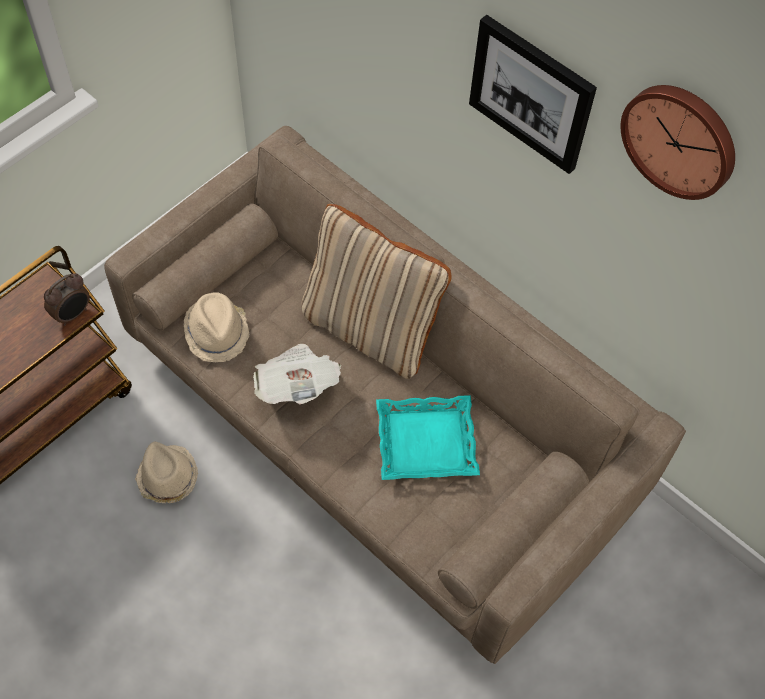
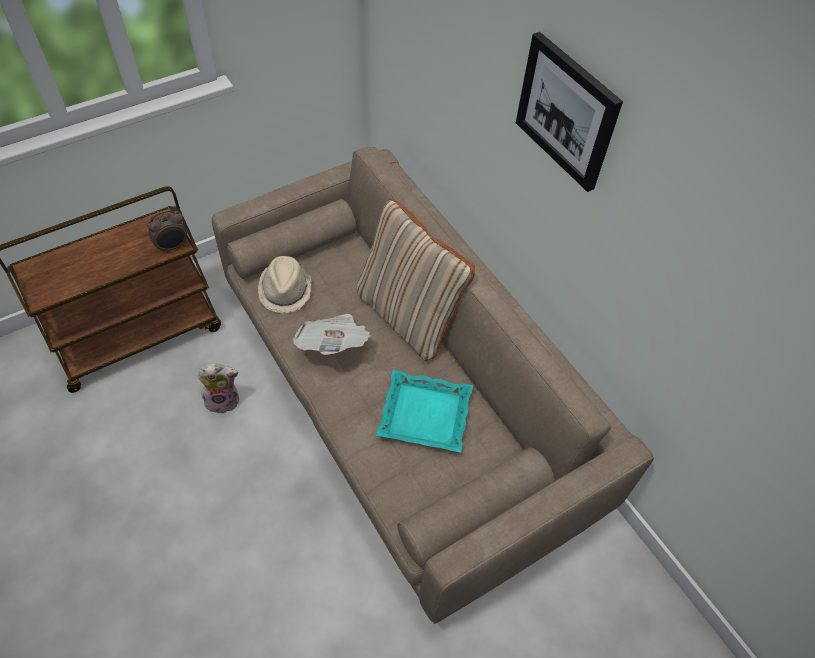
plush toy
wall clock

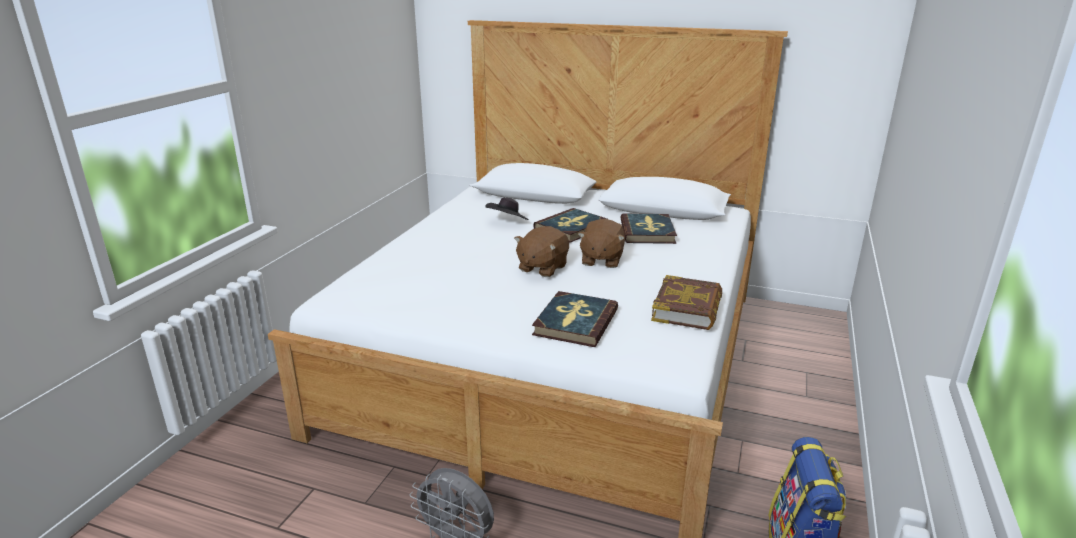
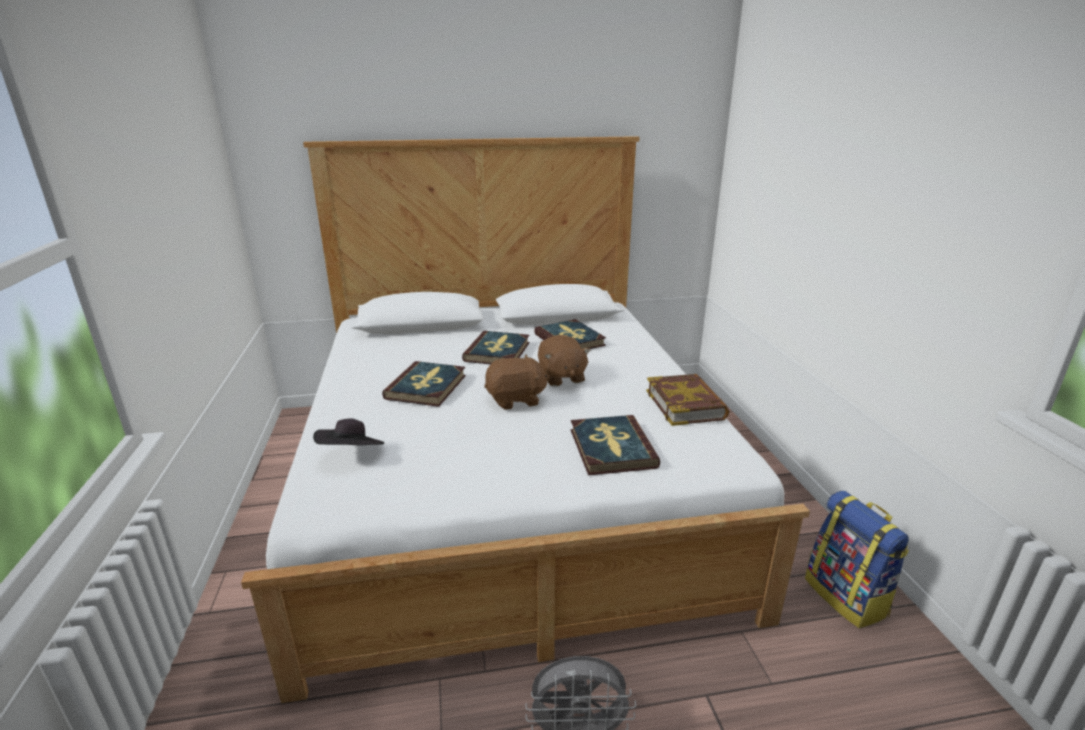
black hat
brown plush toy (1st from left)
book (1st from left)

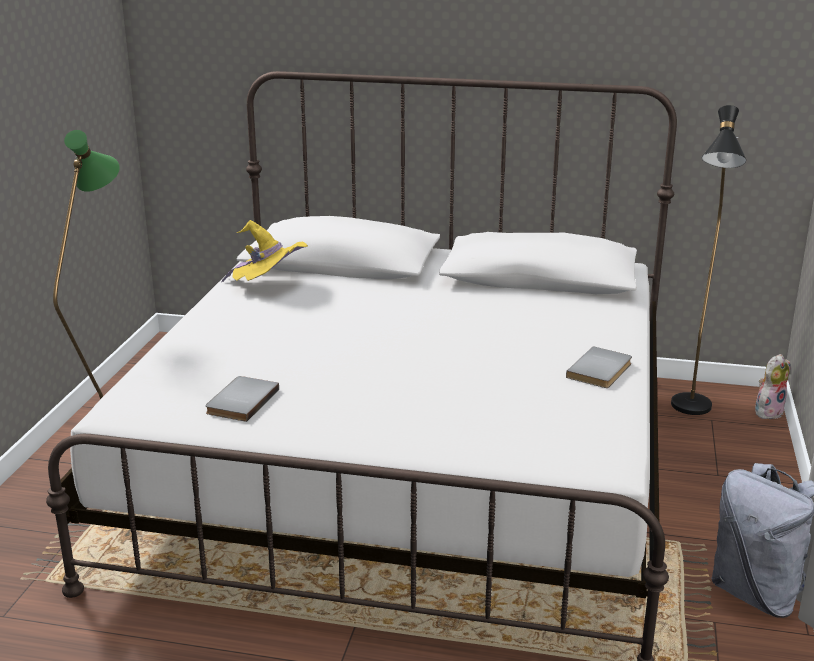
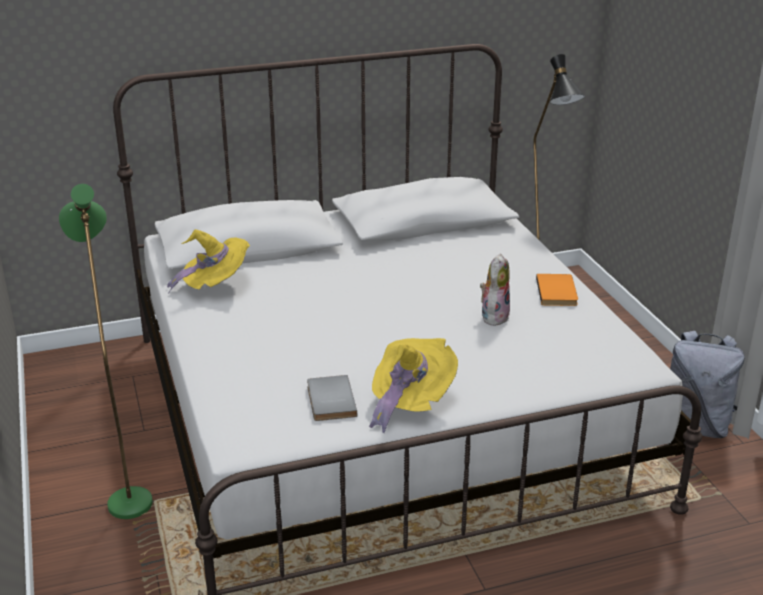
orange book
plush toy
yellow hat (2nd from left)

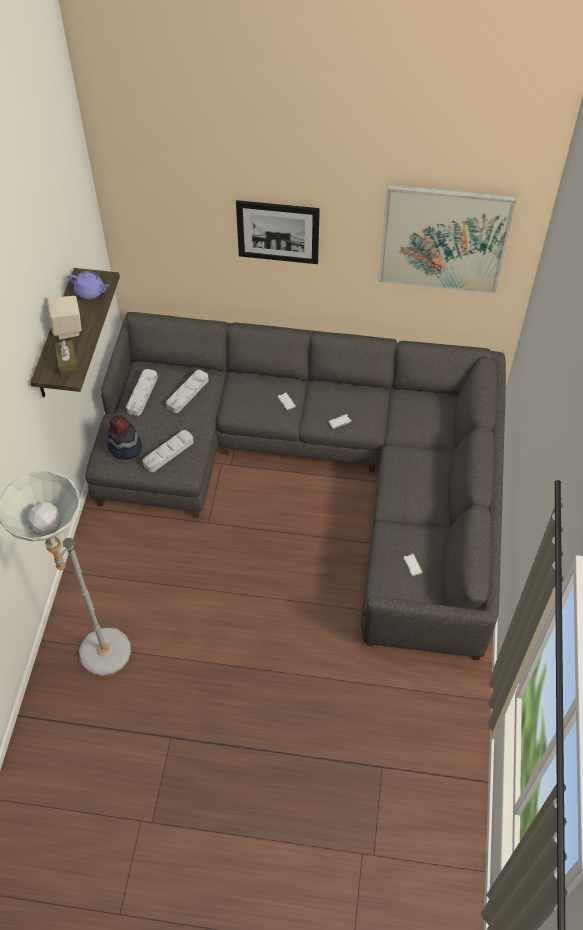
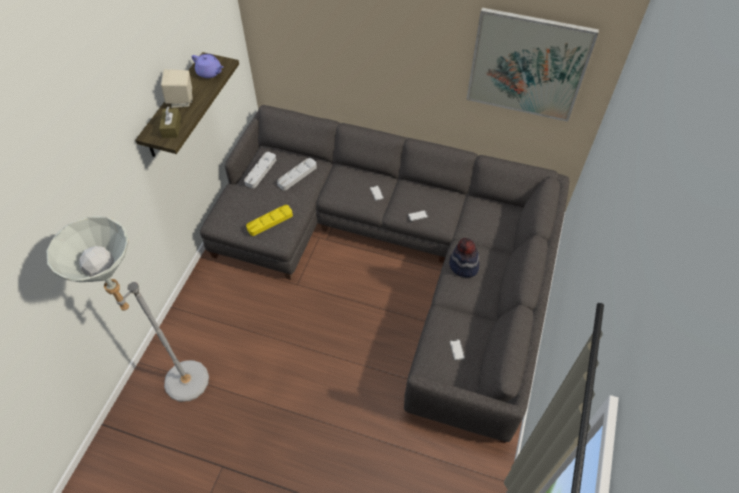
hat
yellow tray
picture (1st from left in the first image)

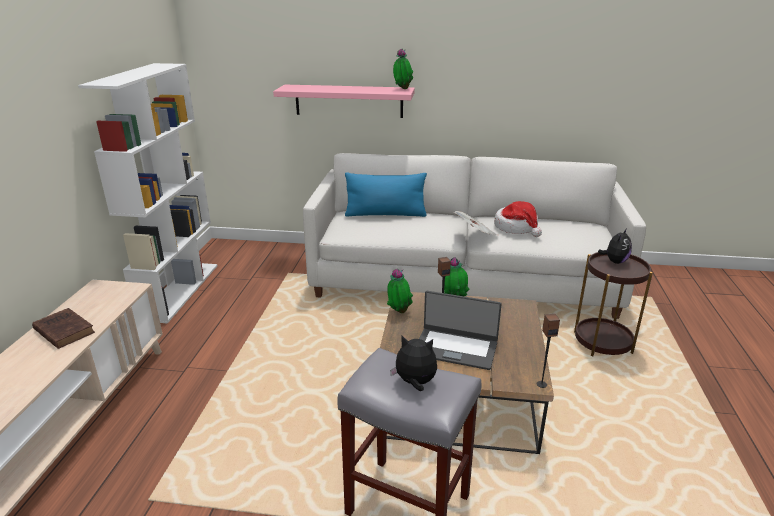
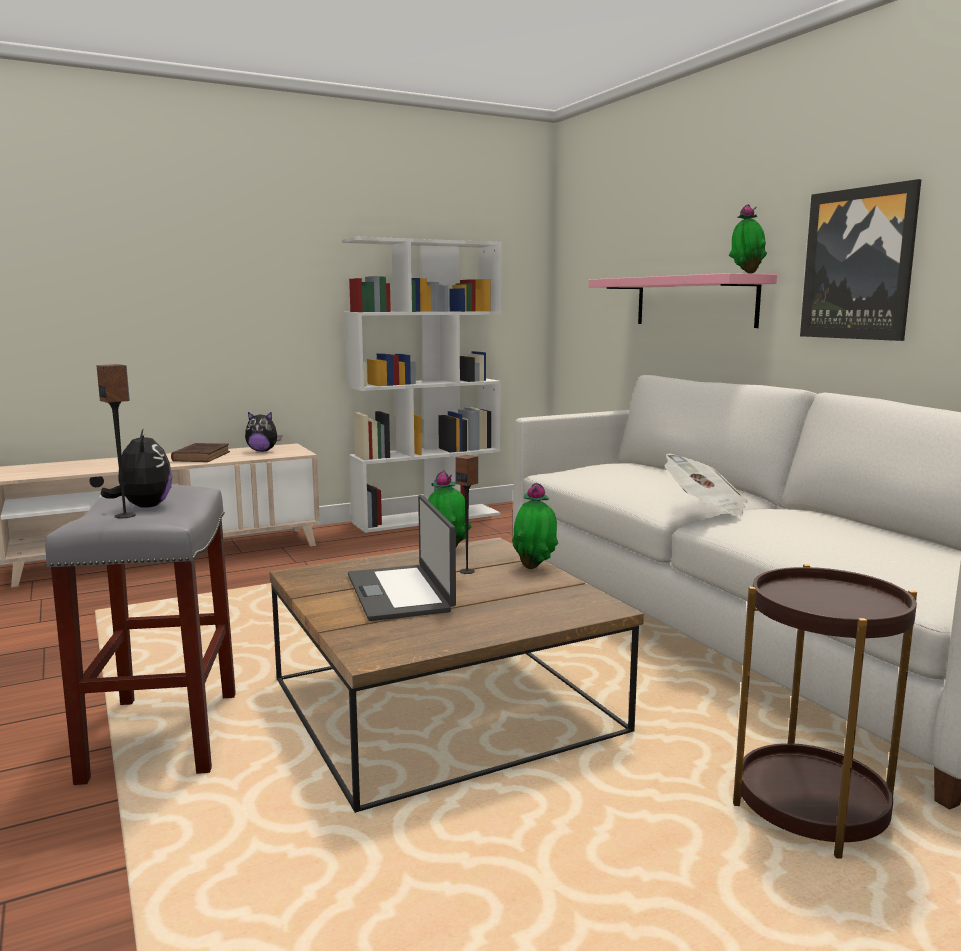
blue pillow
hat
speaker (1st from left)
plush toy (2nd from left)
picture

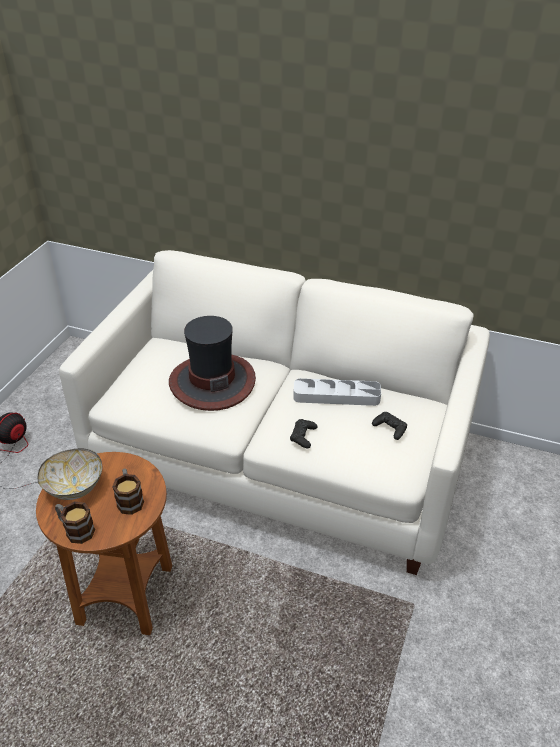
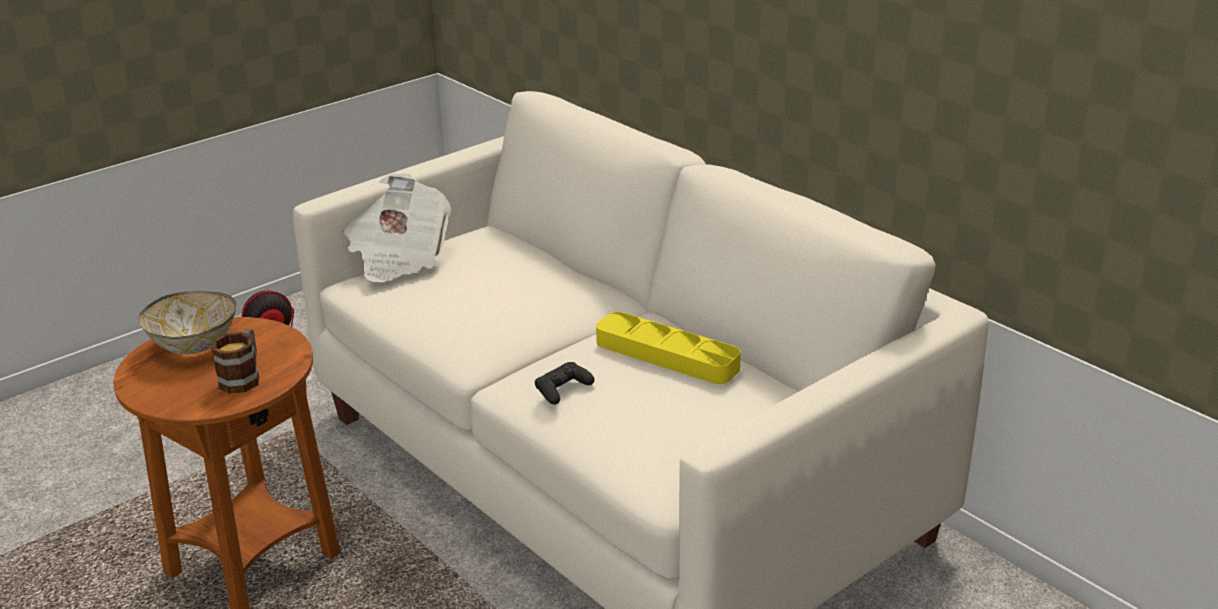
mug (1st from left in the first image)
hat
yellow tray
black game controller (2nd from left in the first image)
newspaper

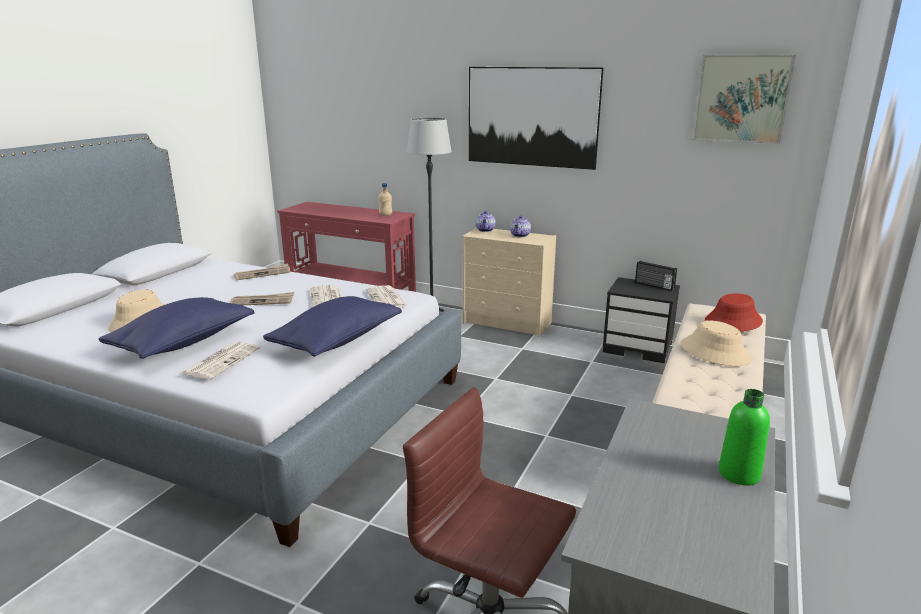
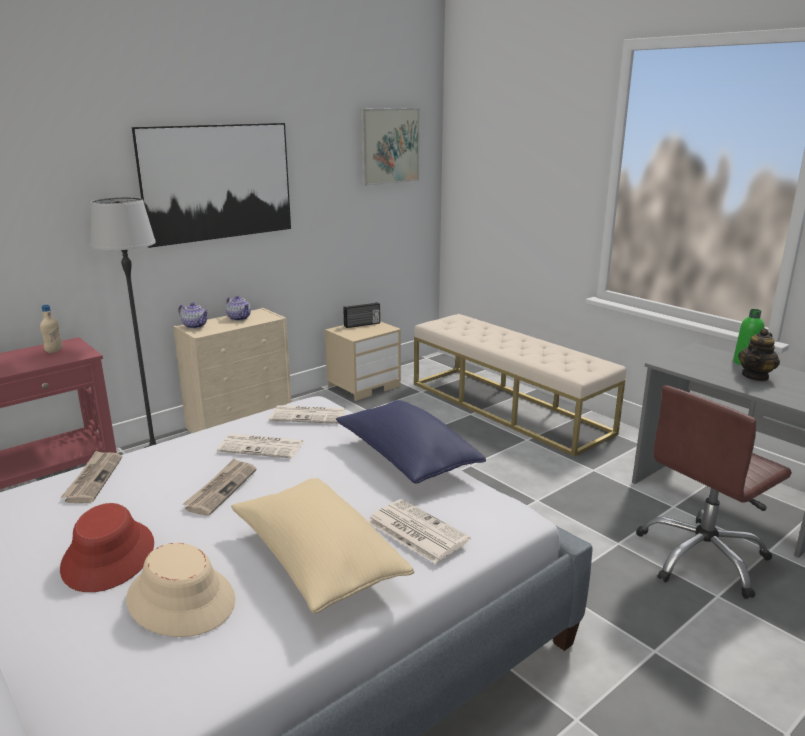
beige pillow
beige nightstand
beige hat (2nd from left in the first image)
red hat
teapot (3rd from left)

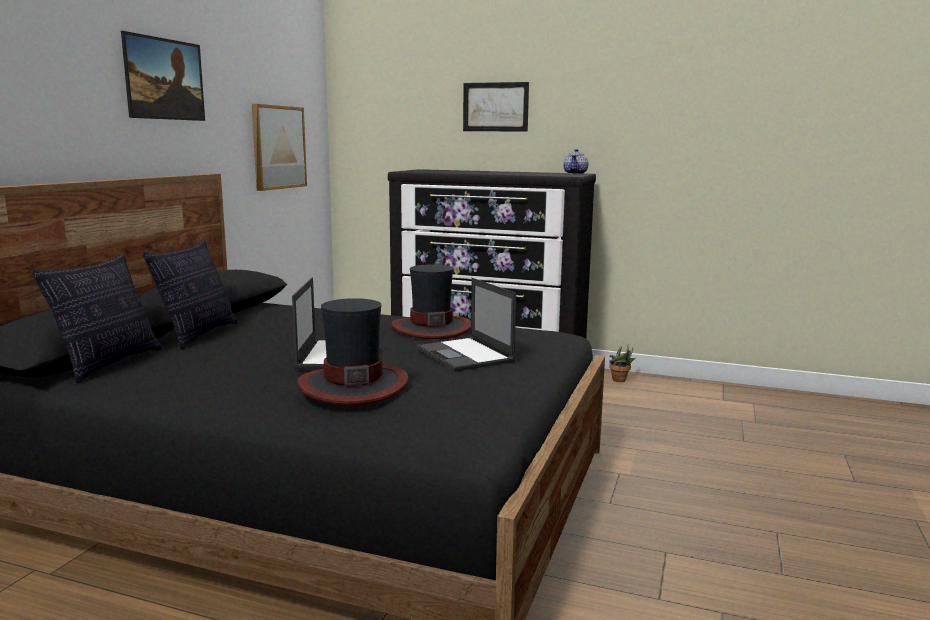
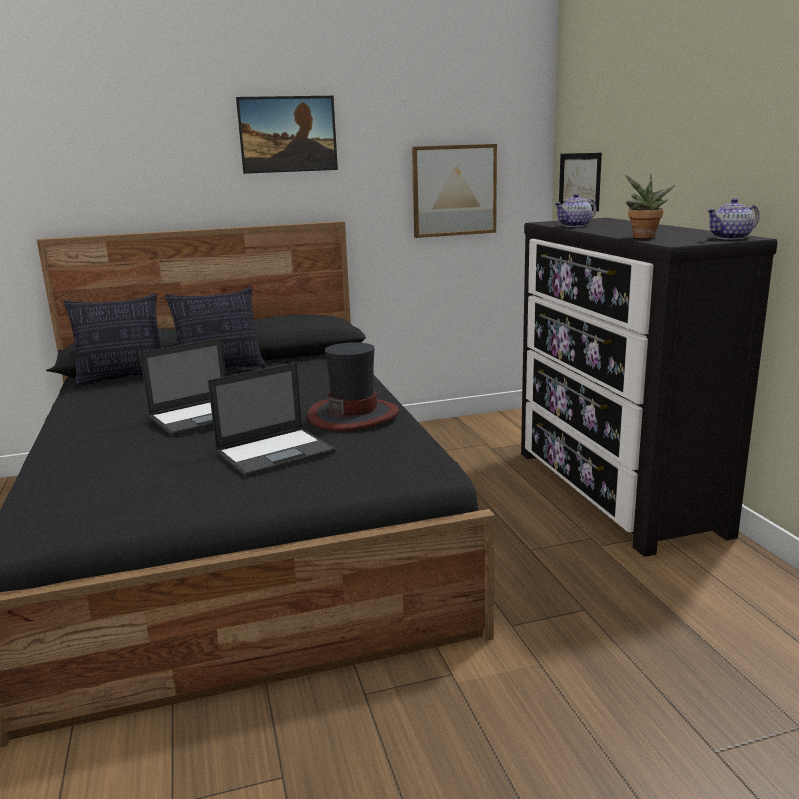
hat (1st from left in the first image)
laptop (2nd from left)
picture (3rd from left)
potted plant
teapot (1st from left)

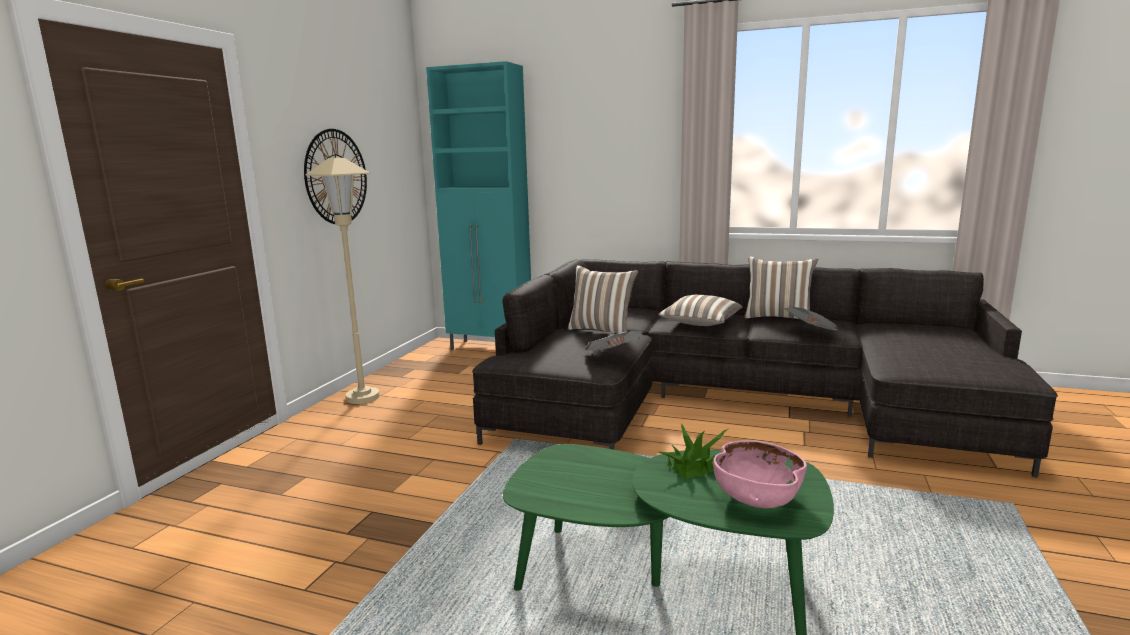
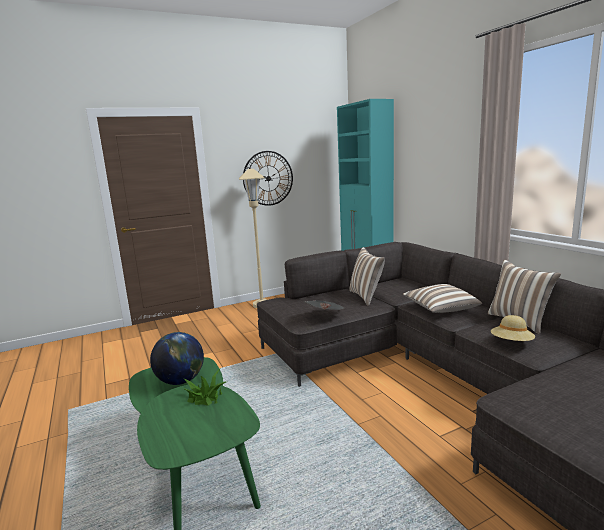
pink bowl
beige hat
globe

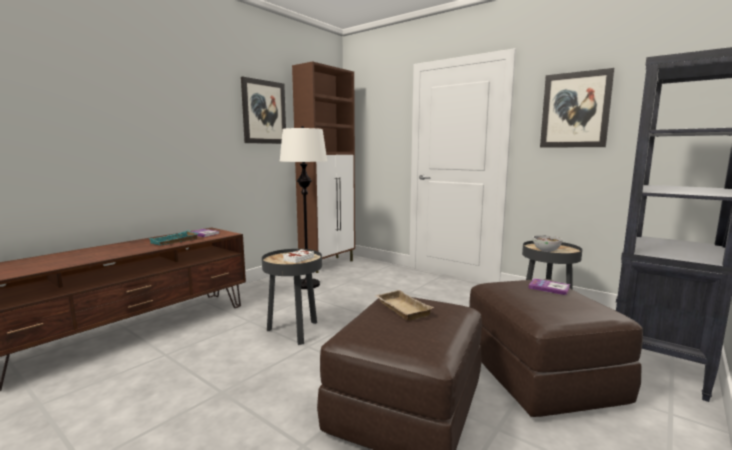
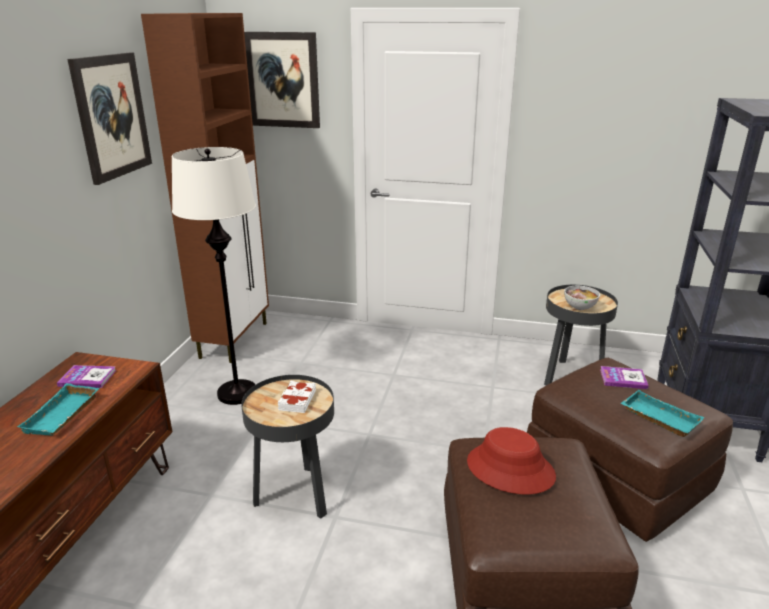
red hat
picture (2nd from left)
turquoise tray (2nd from left)

